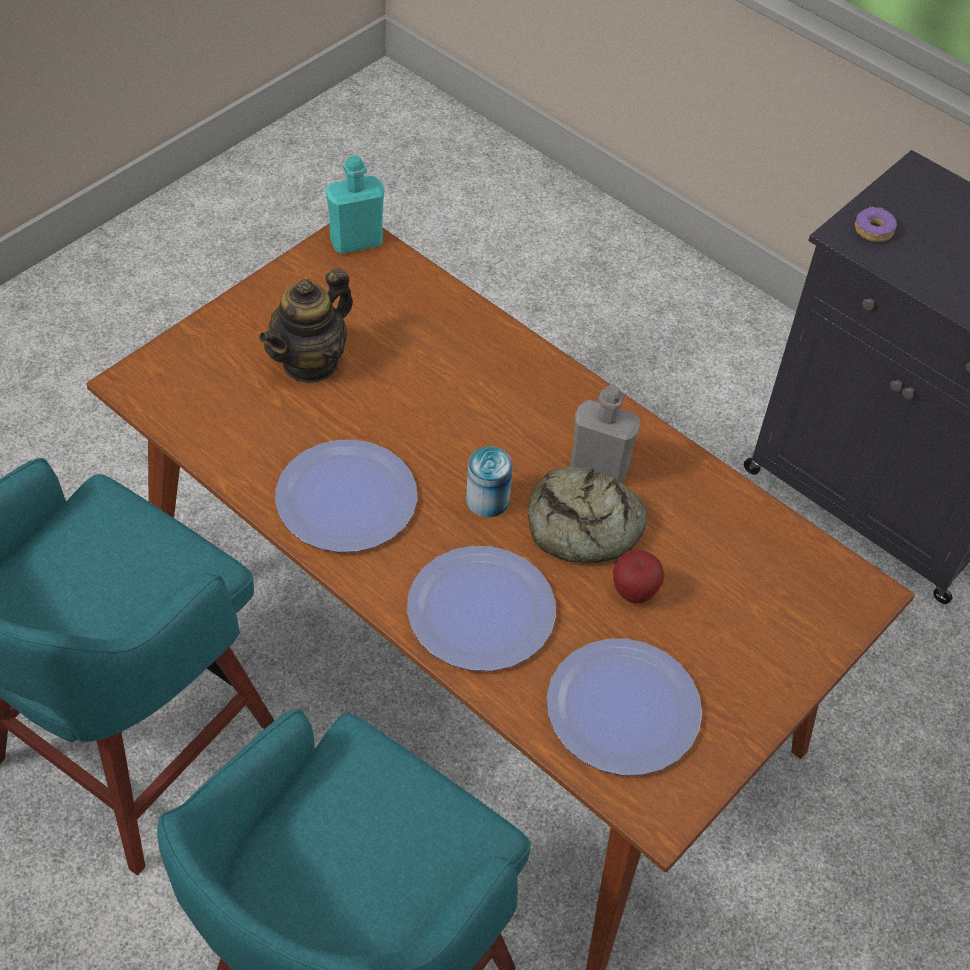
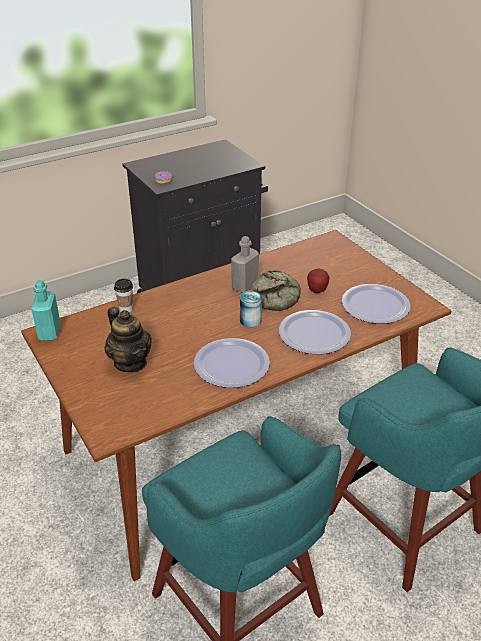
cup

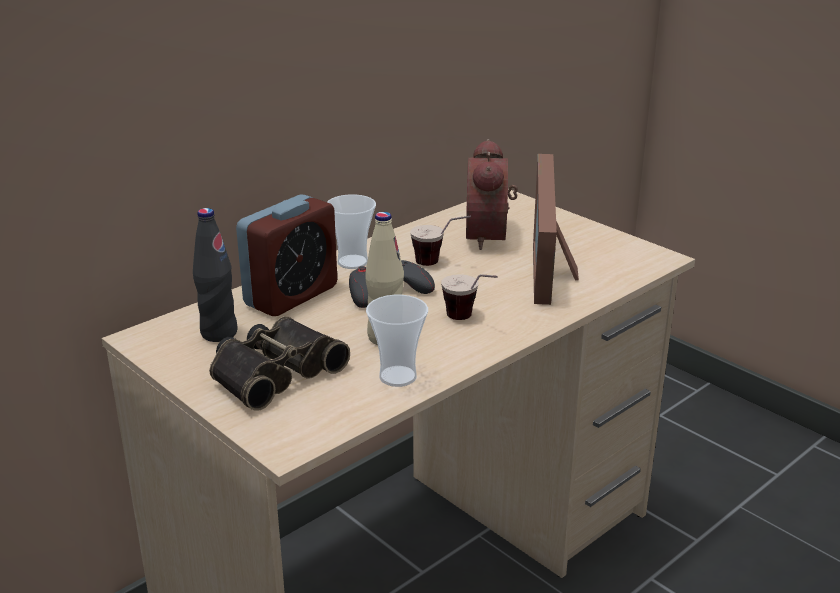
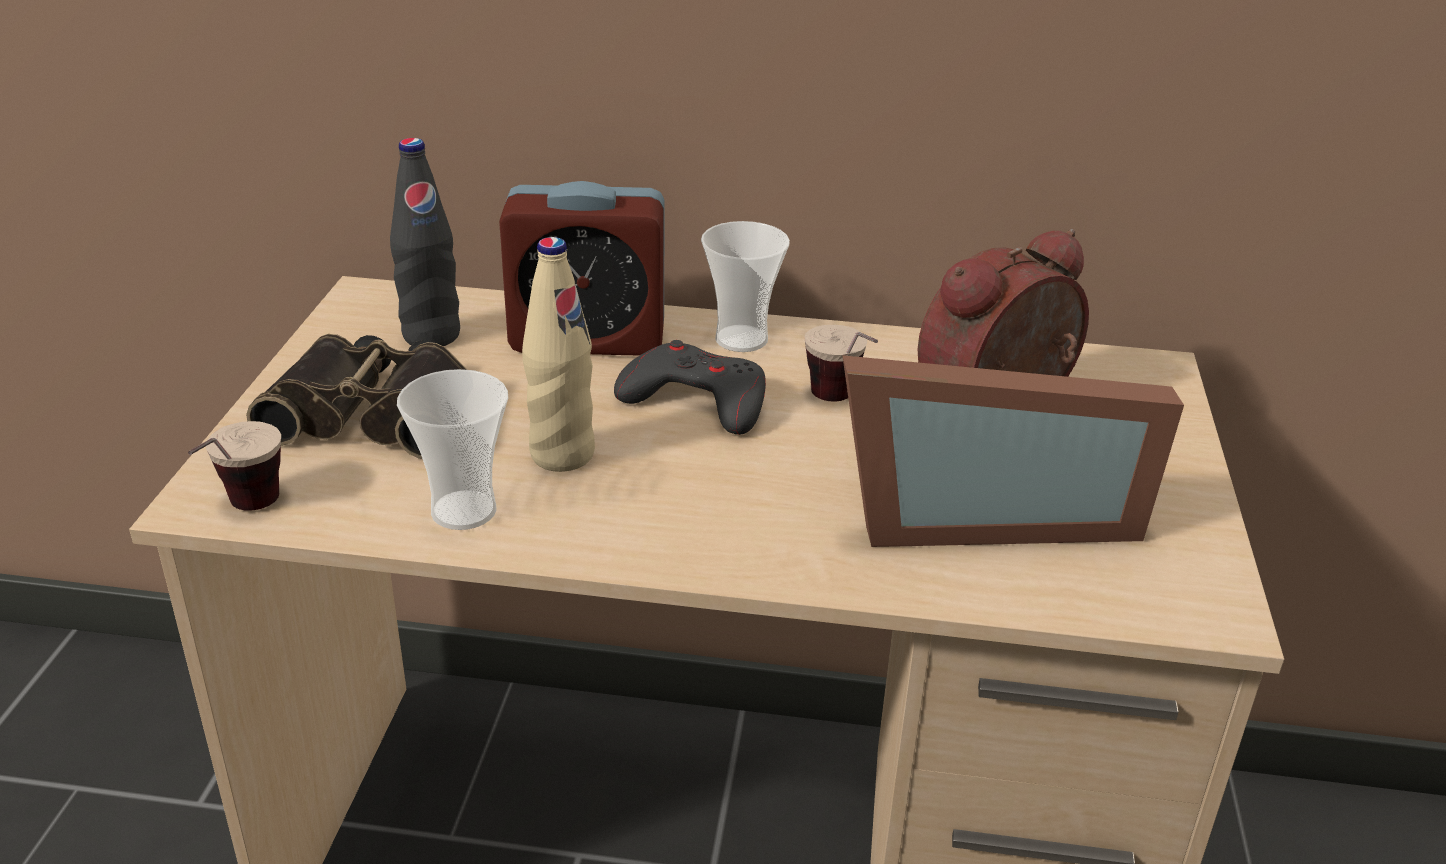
cup (1st from left)
picture frame

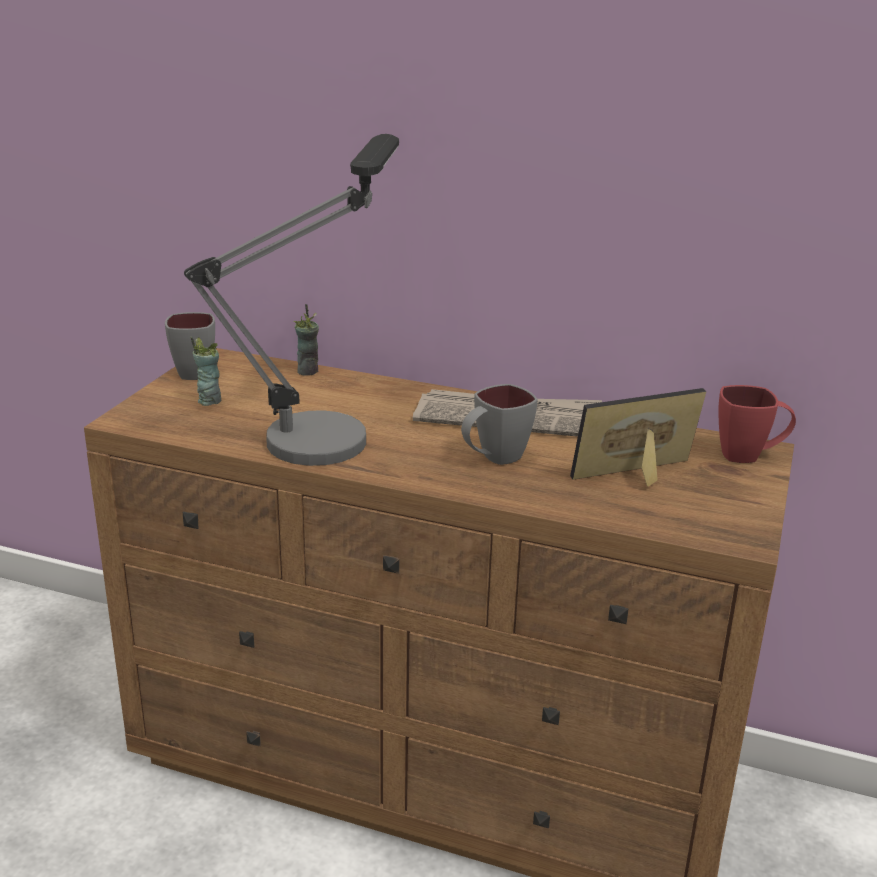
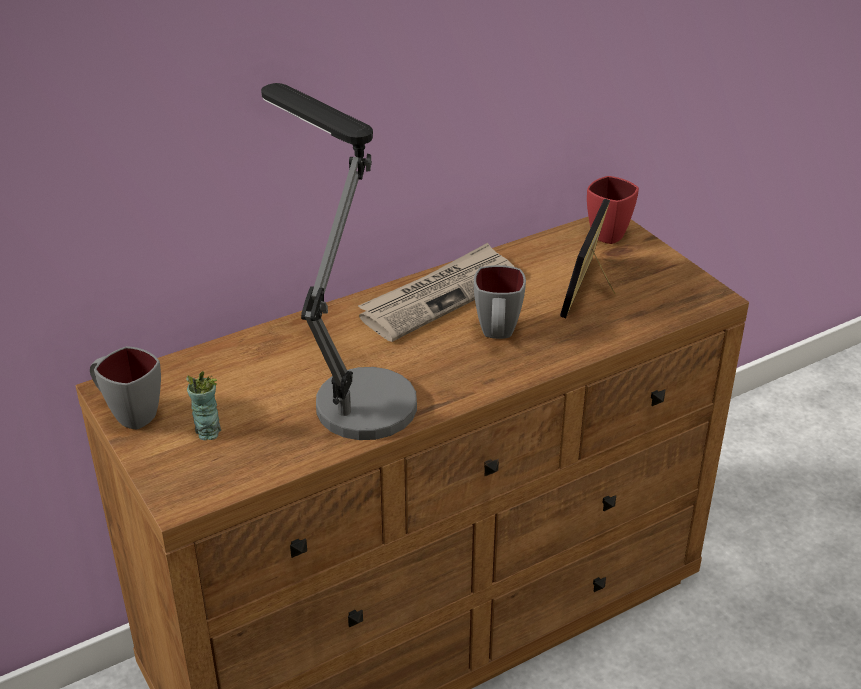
cup (2nd from left in the first image)

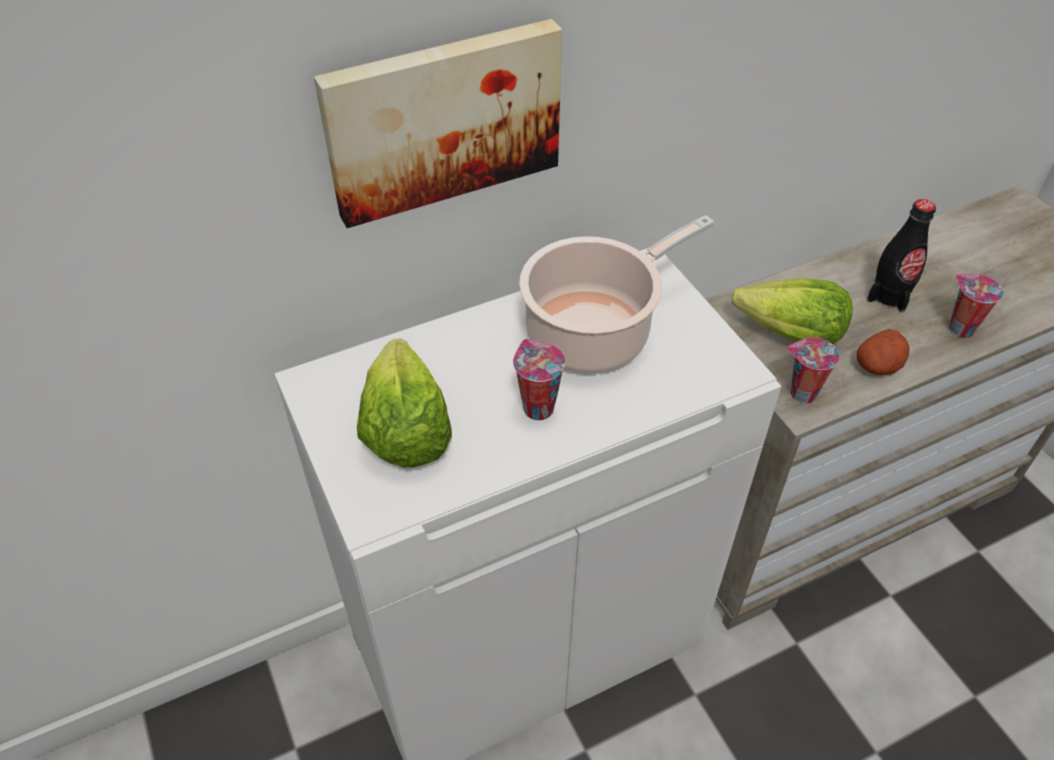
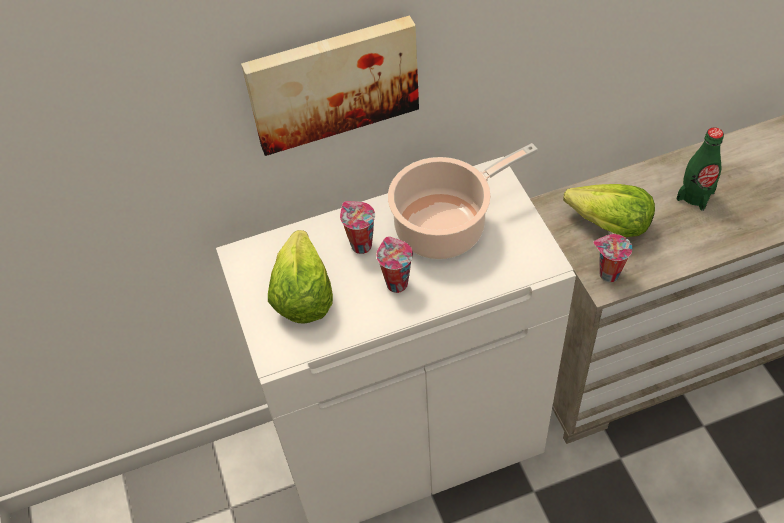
potato
green bottle
cup (1st from left)

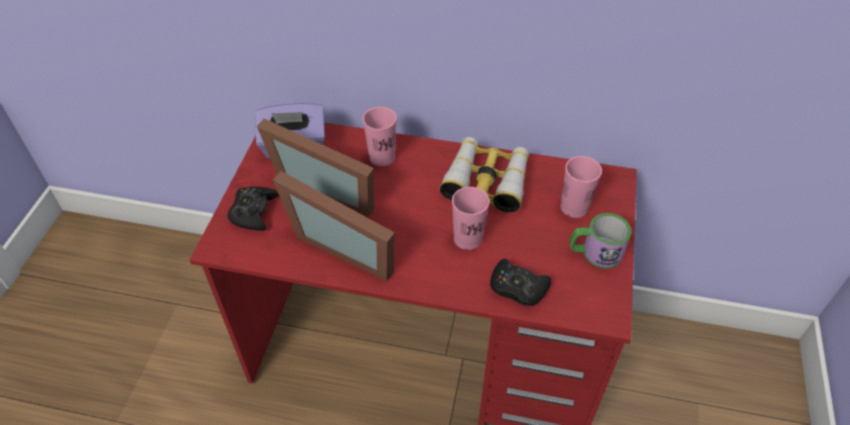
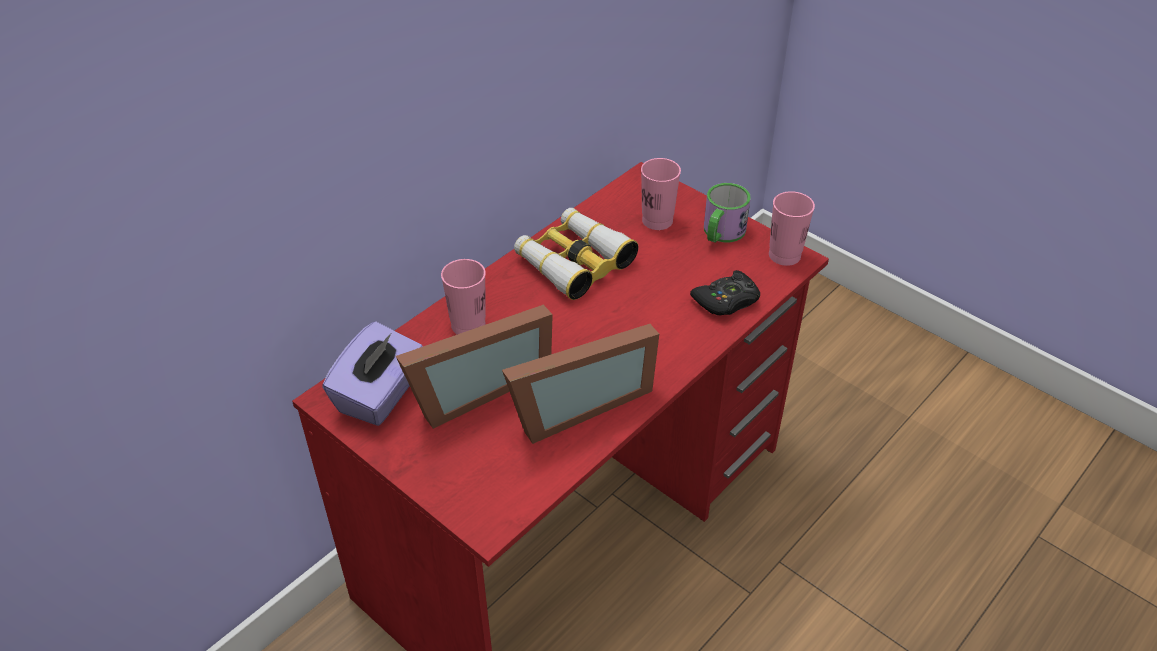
black game controller (1st from left in the first image)
pink cup (3rd from left)

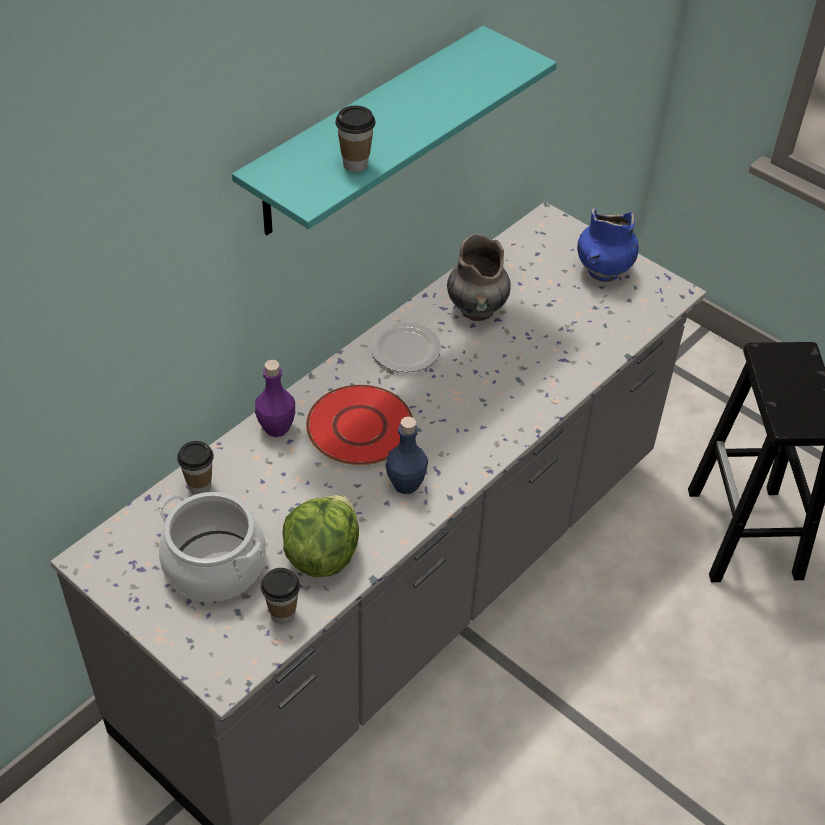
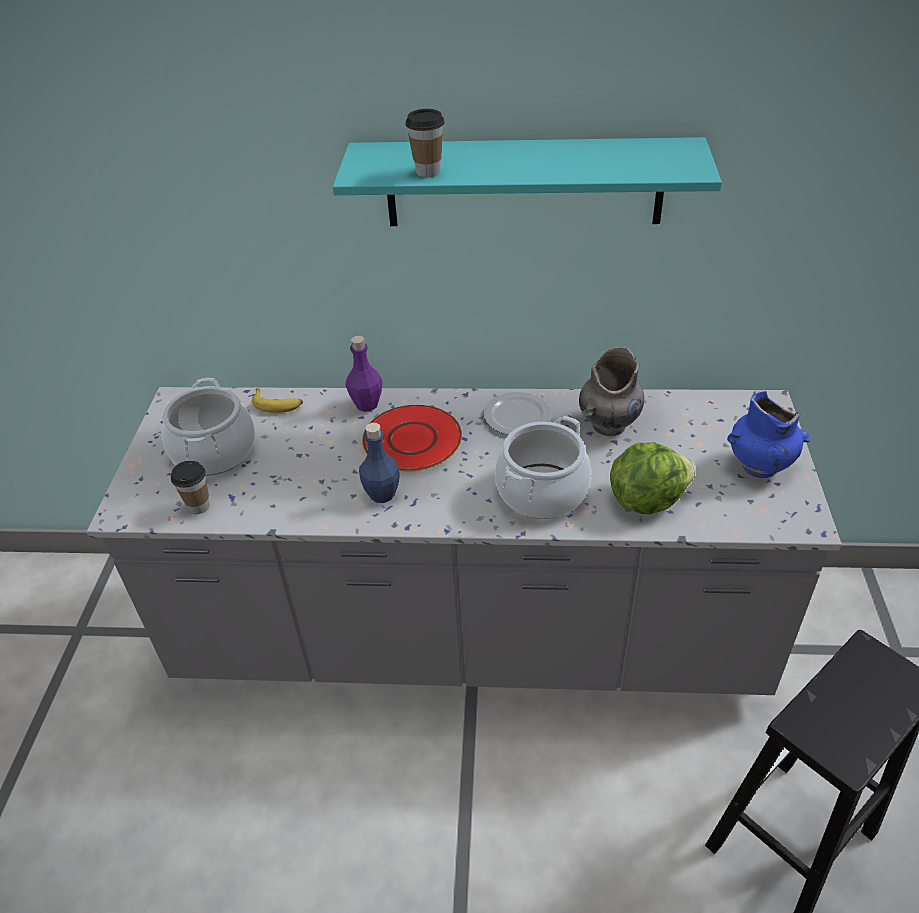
banana
lettuce
cooking pot (2nd from left)

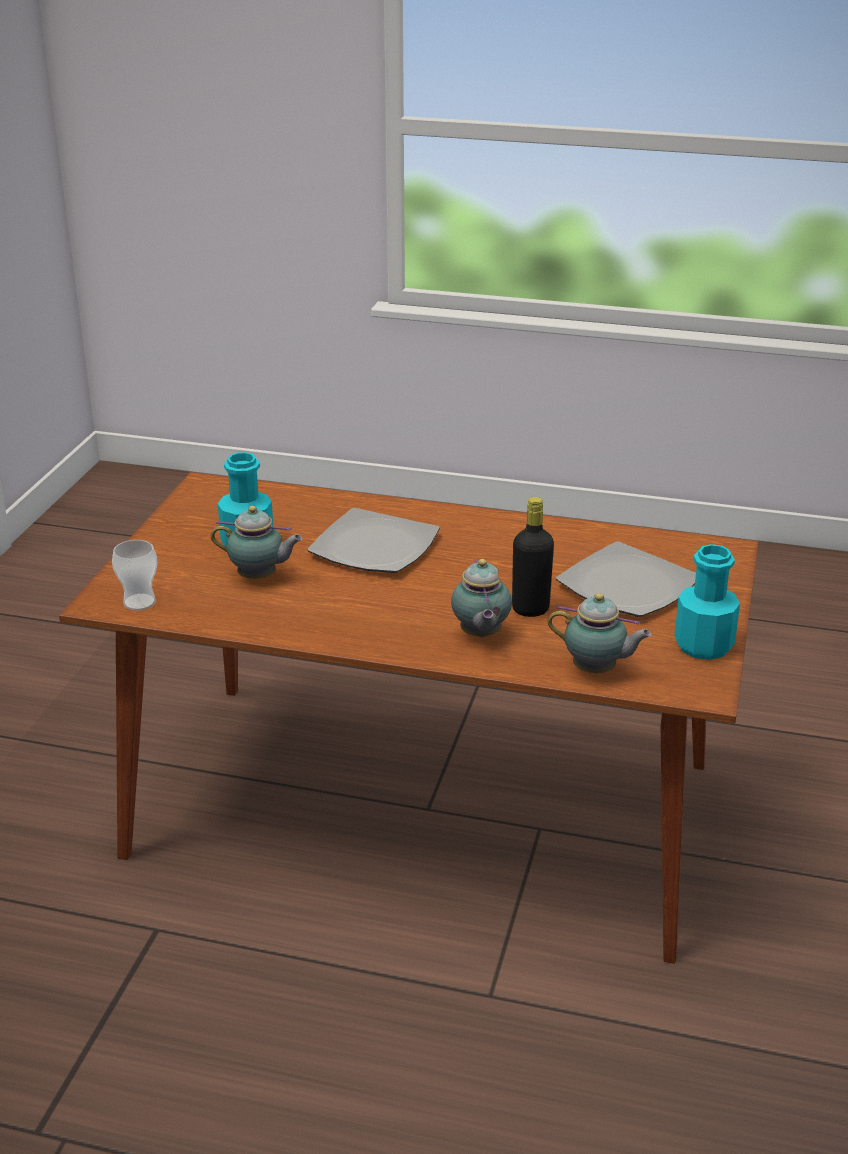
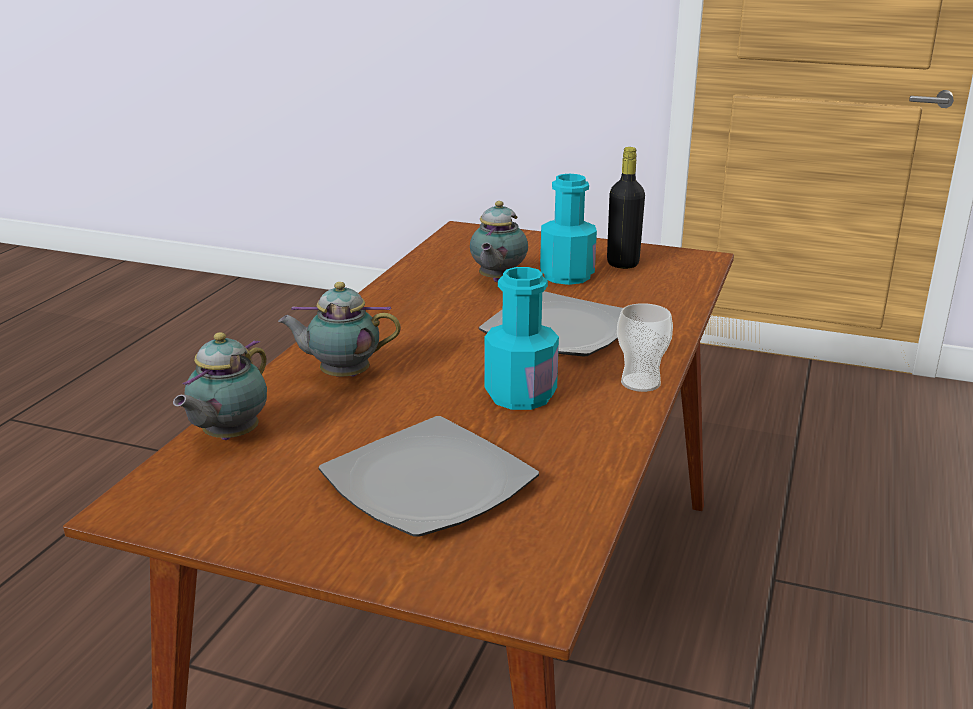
cup
black bottle
turquoise bottle (1st from left)

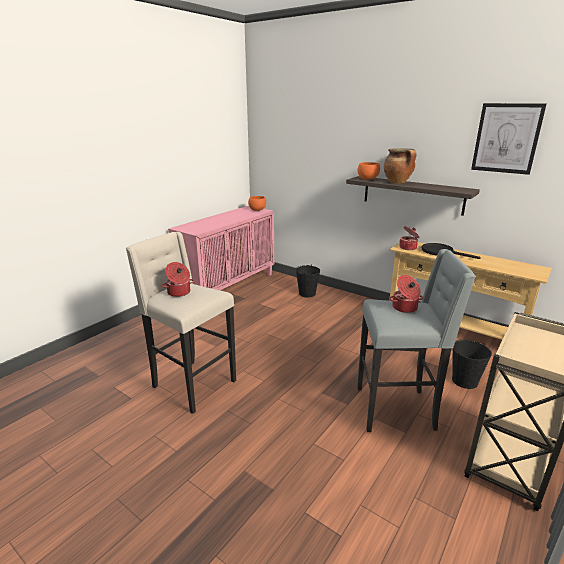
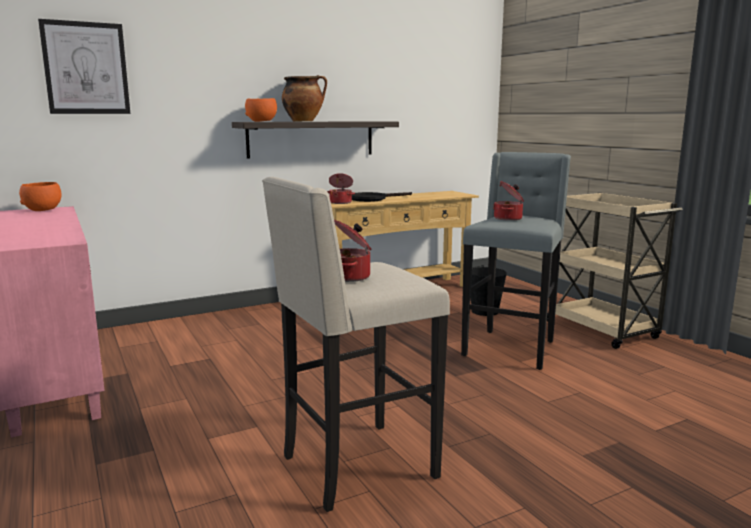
black bucket (1st from left in the first image)
picture

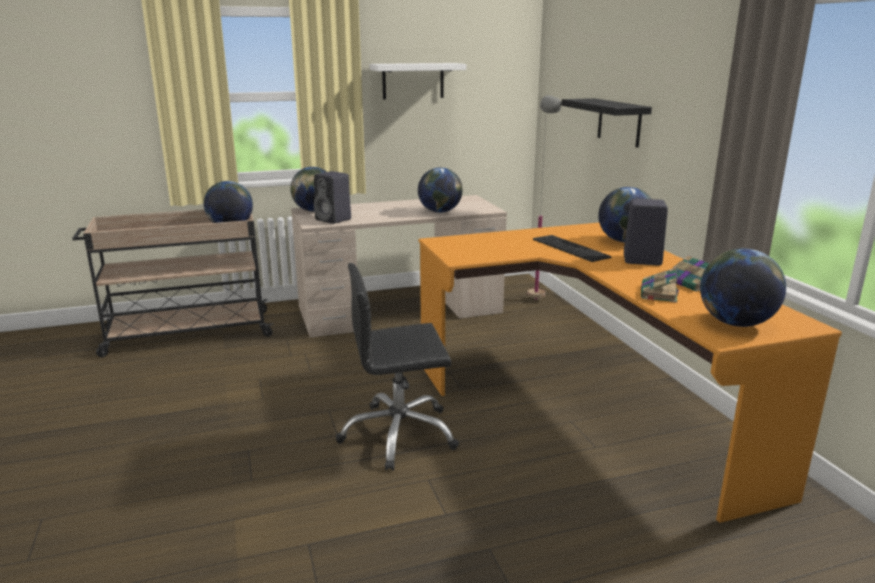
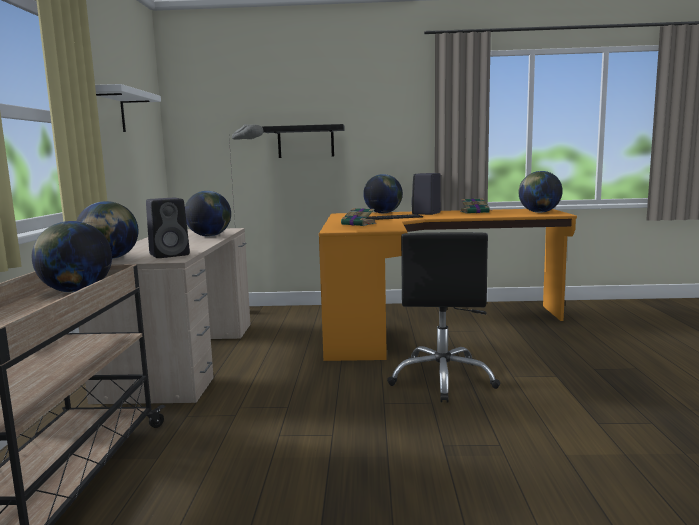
book (1st from left)

